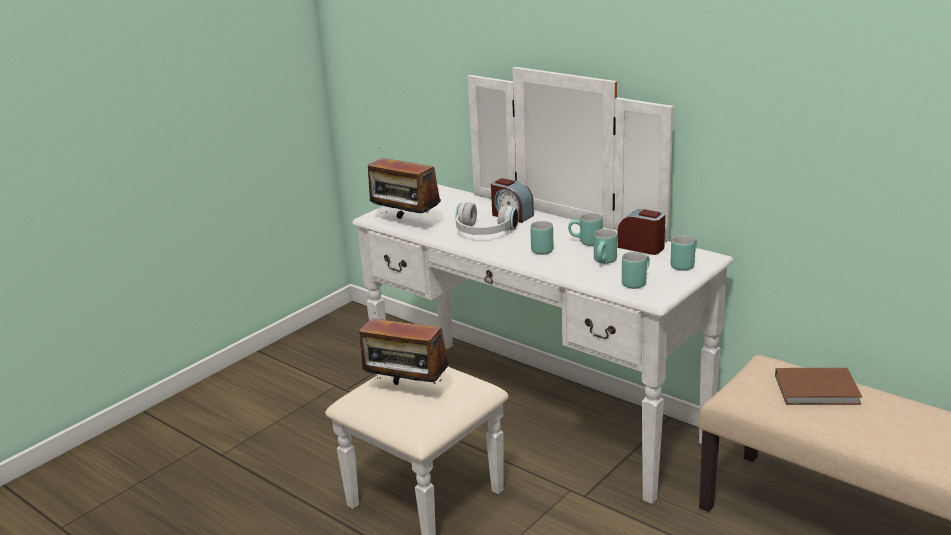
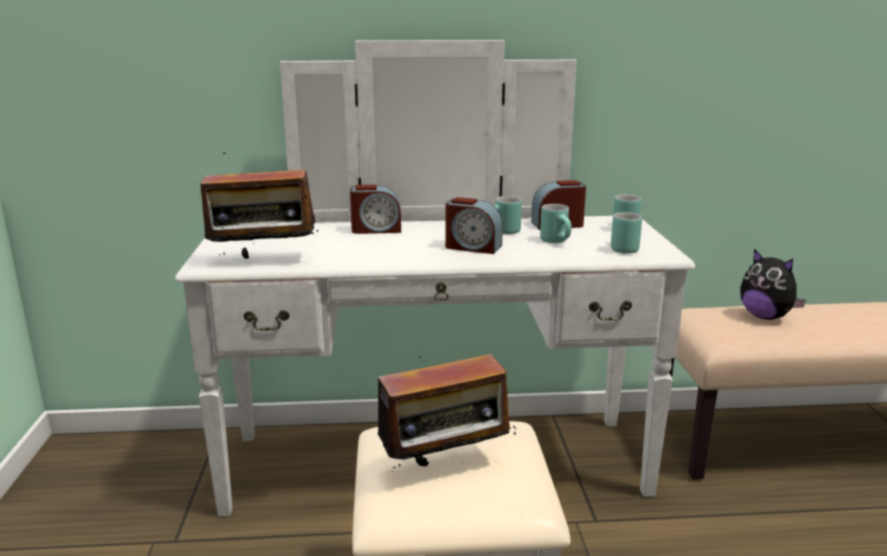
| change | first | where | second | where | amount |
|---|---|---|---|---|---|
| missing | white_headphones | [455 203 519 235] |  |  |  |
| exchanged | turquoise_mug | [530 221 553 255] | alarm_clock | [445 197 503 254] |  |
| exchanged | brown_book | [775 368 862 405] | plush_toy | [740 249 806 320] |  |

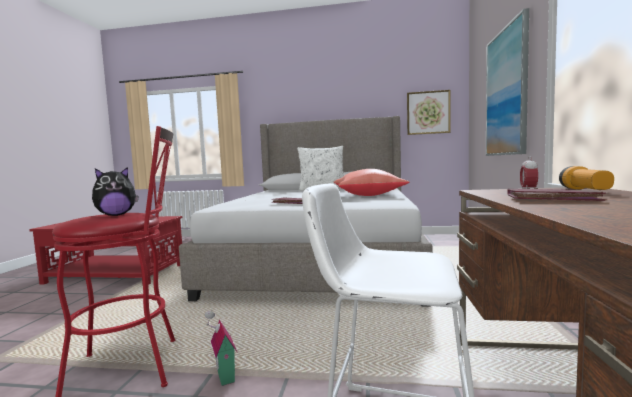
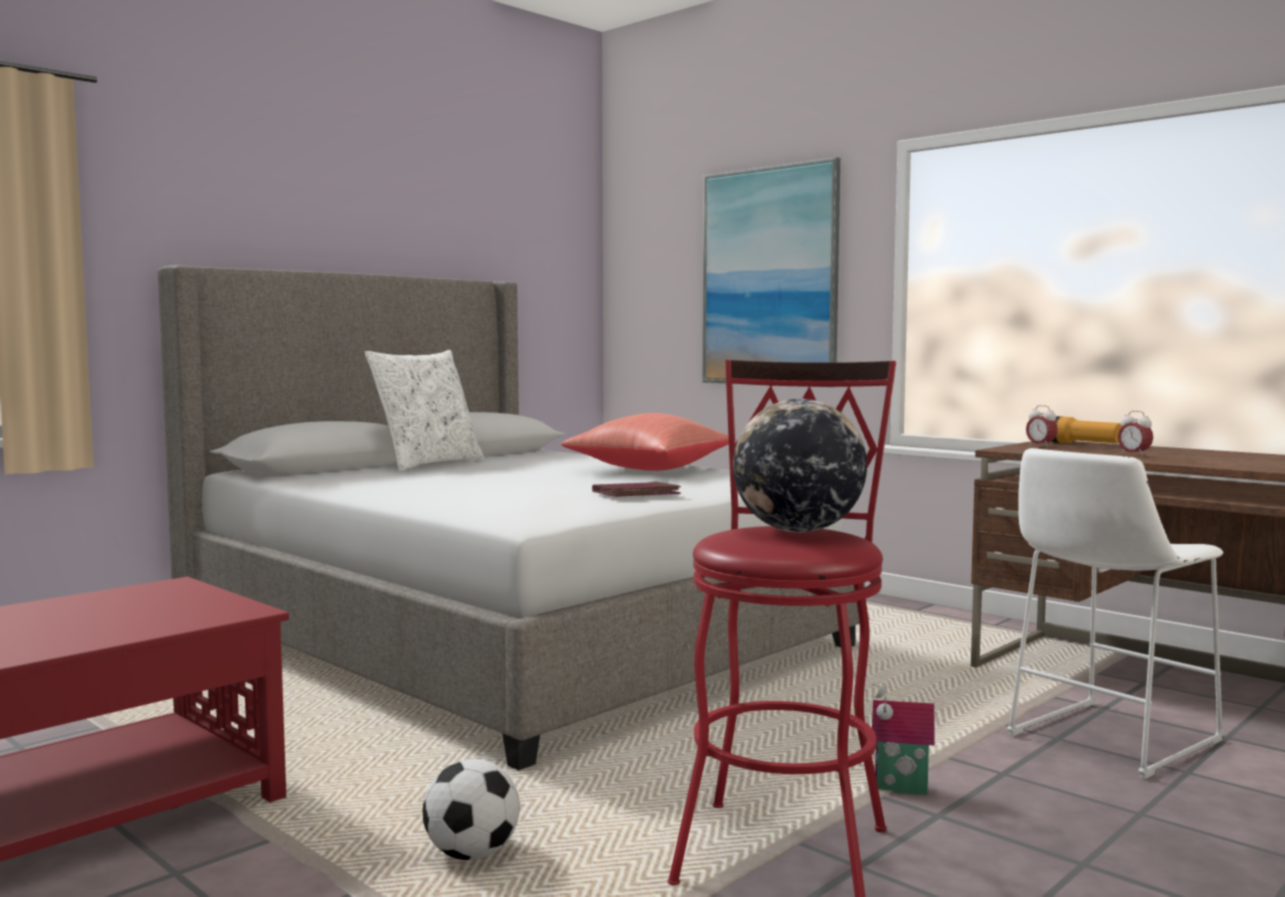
| change | first | where | second | where | amount |
|---|---|---|---|---|---|
| missing | picture | [407 90 451 135] |  |  |  |
| appeared |  |  | football | [422 759 520 860] |  |
| exchanged | plush_toy | [92 167 138 216] | globe | [733 399 867 532] |  |
| exchanged | red_book | [507 189 606 201] | alarm_clock | [1118 411 1153 457] |  |

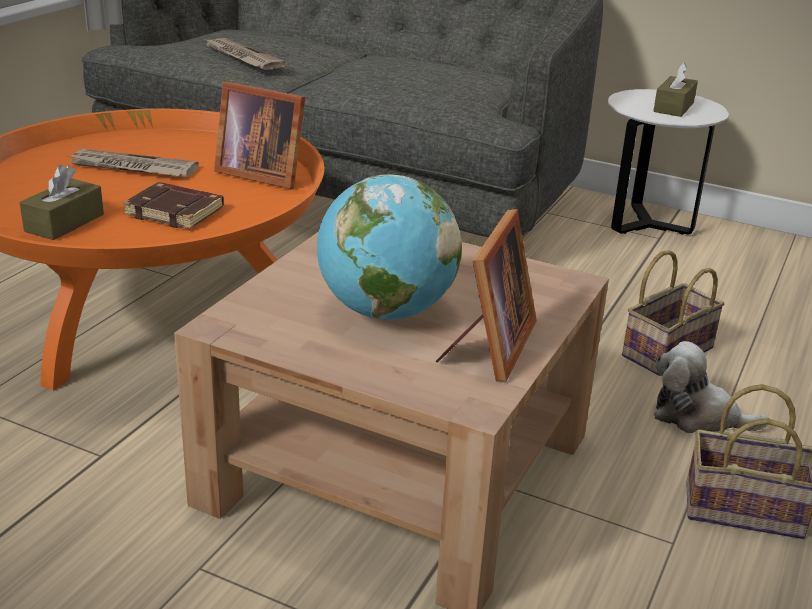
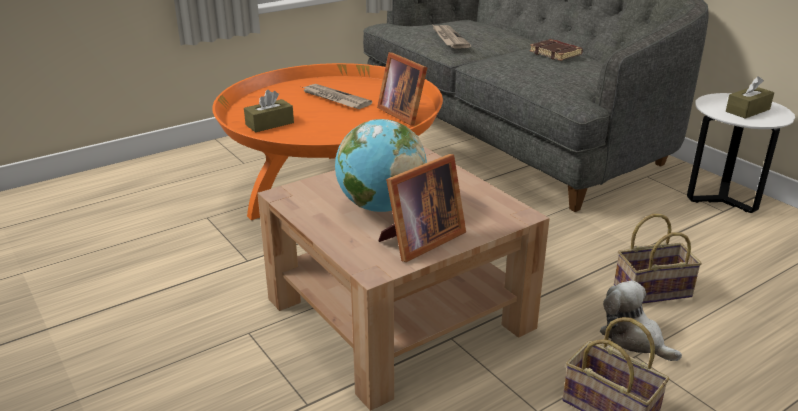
| change | first | where | second | where | amount |
|---|---|---|---|---|---|
| relocated | brown_book | [123 182 224 229] |  | [529 39 583 61] |  |

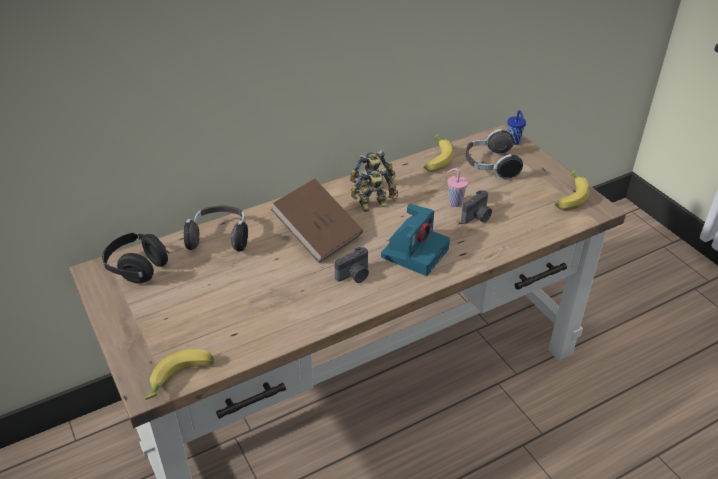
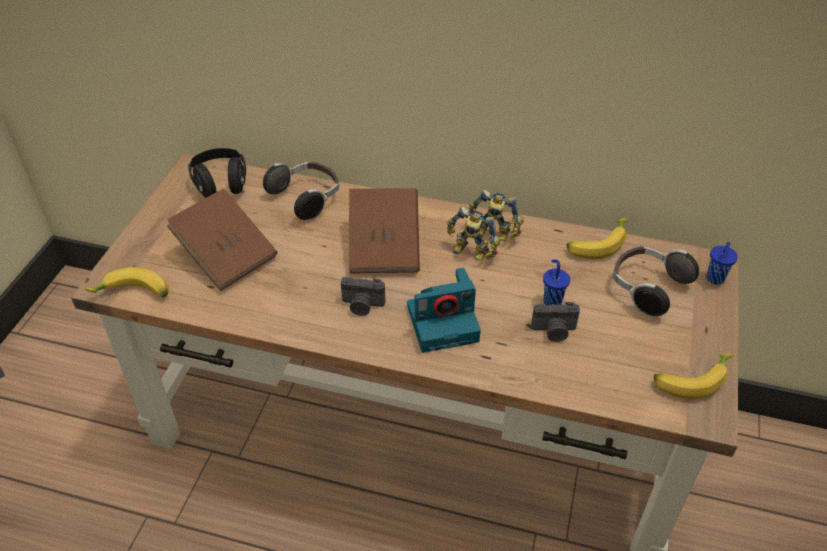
| change | first | where | second | where | amount |
|---|---|---|---|---|---|
| appeared |  |  | brown_book | [167 188 277 291] |  |
| colour | pink_cup | [447 168 468 207] | blue_cup | [543 260 570 305] |  |

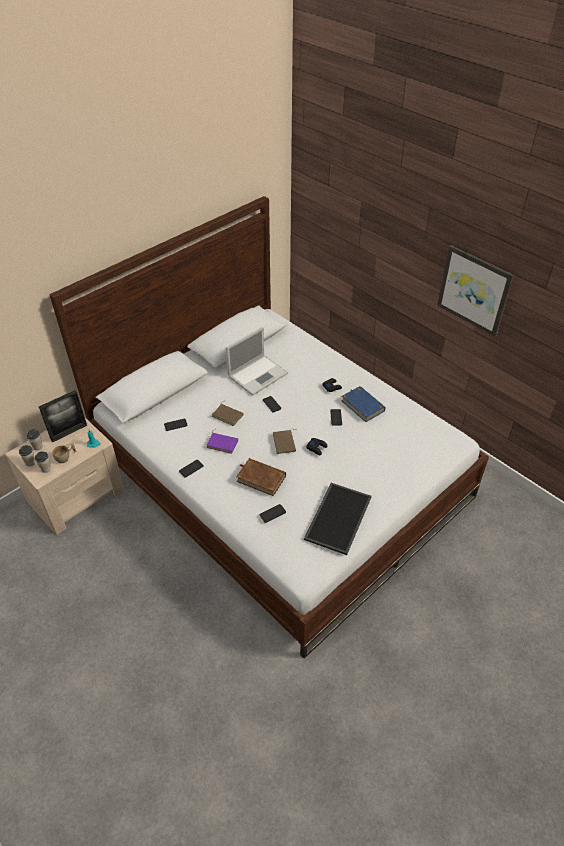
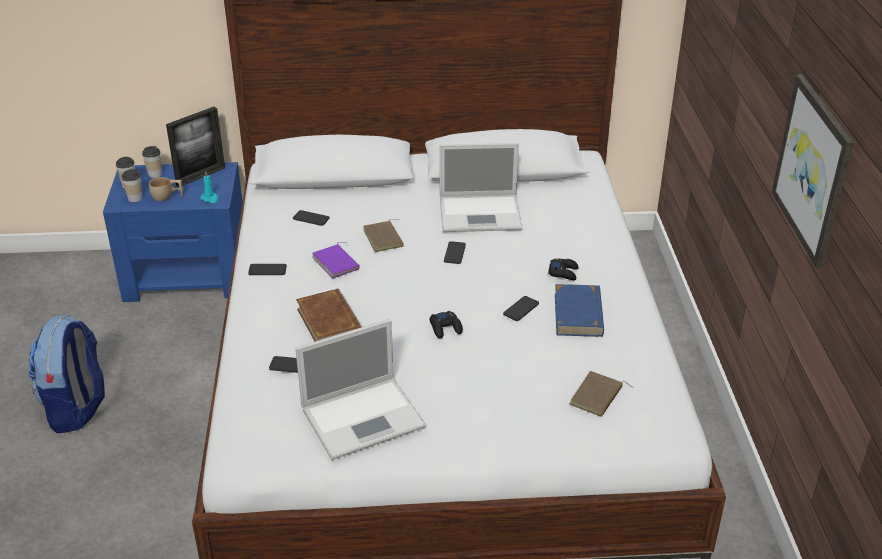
| change | first | where | second | where | amount |
|---|---|---|---|---|---|
| appeared |  |  | backpack | [28 314 105 433] |  |
| relocated | brown_book | [273 429 296 454] |  | [569 371 633 417] |  |
| exchanged | tray | [304 483 372 555] | laptop | [295 319 426 460] |  |
| colour | beige_nightstand | [5 418 125 535] | blue_nightstand | [103 162 243 302] |  |
| spun | picture_frame | [39 390 87 442] |  | [166 107 225 187] | 45 degrees counterclockwise |

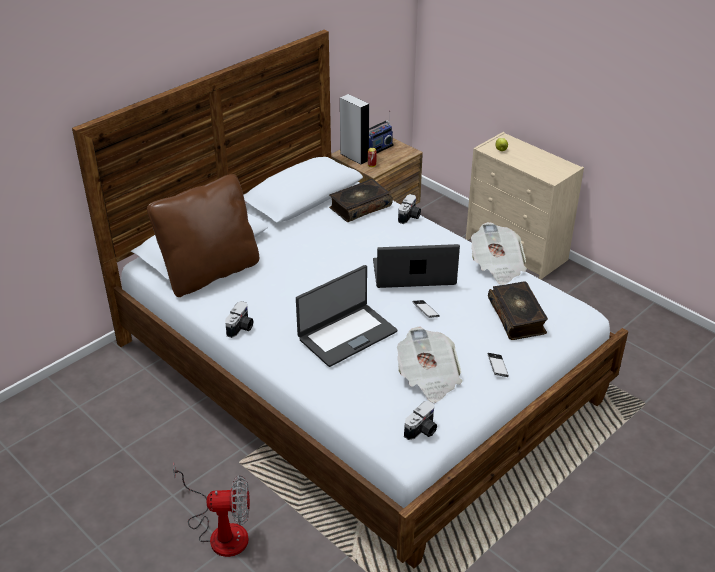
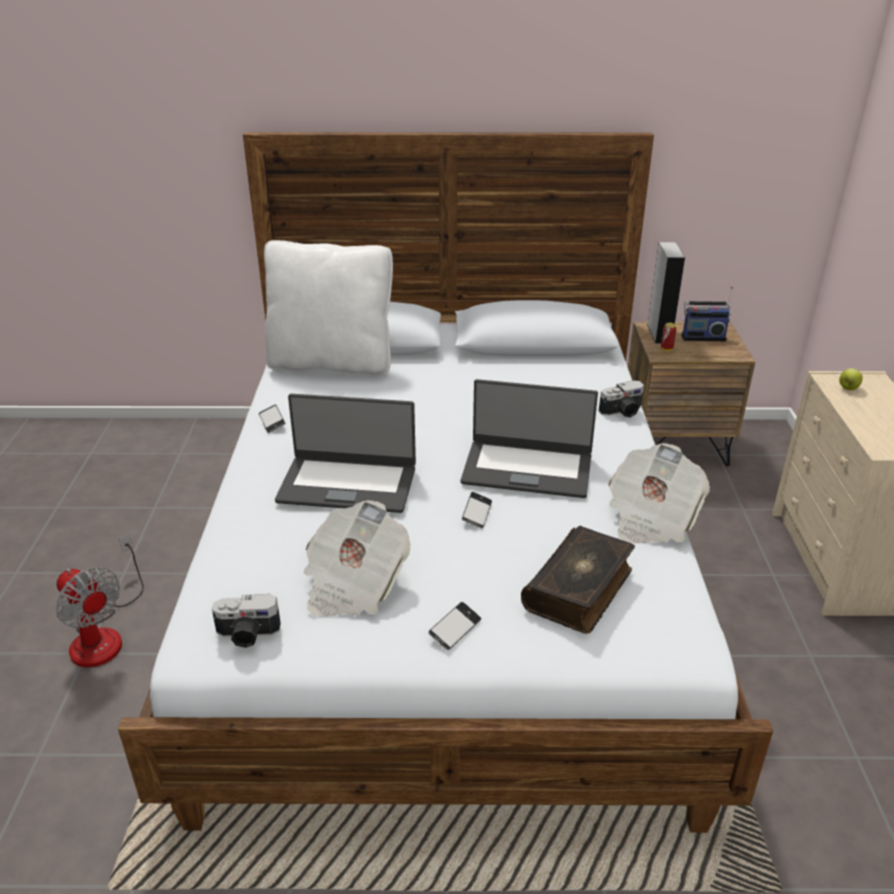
| change | first | where | second | where | amount |
|---|---|---|---|---|---|
| missing | book | [329 179 393 222] |  |  |  |
| exchanged | photo_camera | [225 301 253 338] | phone | [259 404 286 433] |  |
| colour | brown_pillow | [147 174 259 297] | white_pillow | [264 240 393 376] |  |
| spun | laptop | [373 244 460 288] |  | [461 379 598 498] | 150 degrees clockwise |

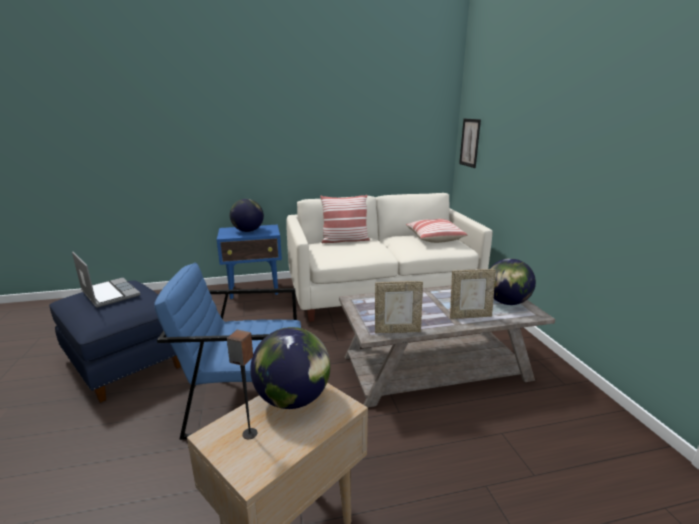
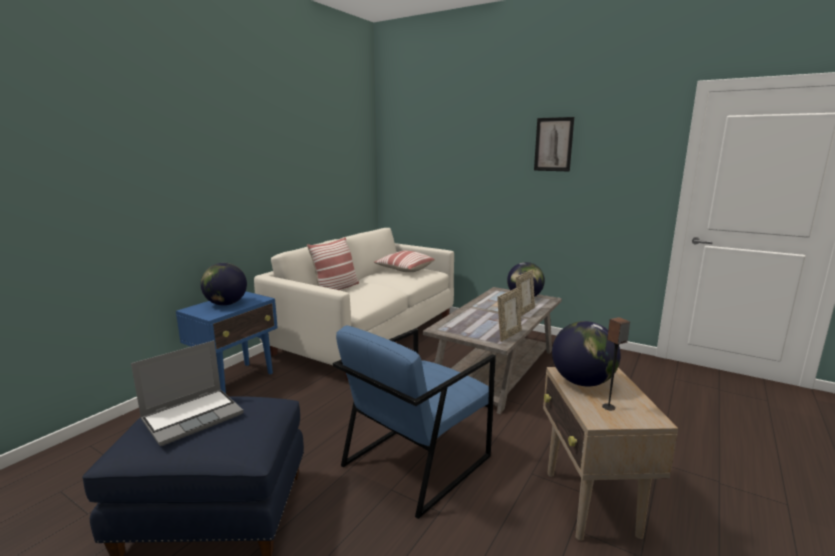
| change | first | where | second | where | amount |
|---|---|---|---|---|---|
| relocated | picture | [459 119 481 168] |  | [534 117 574 171] |  |
| spun | laptop | [72 252 140 308] |  | [131 340 243 446] | 135 degrees clockwise |

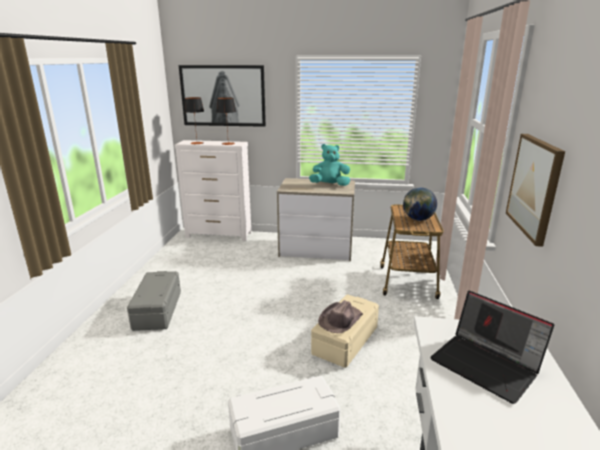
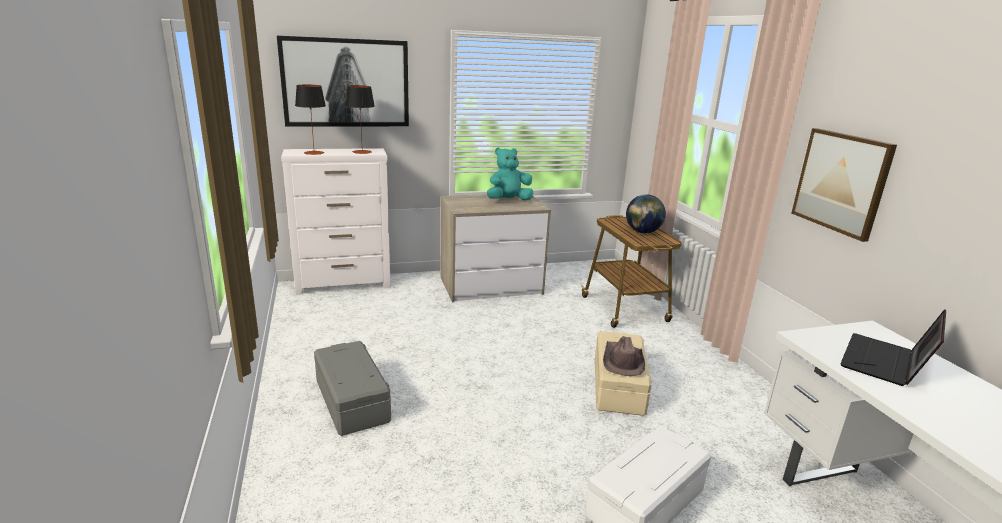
| change | first | where | second | where | amount |
|---|---|---|---|---|---|
| spun | laptop | [430 290 554 404] |  | [840 309 946 386] | 105 degrees clockwise |

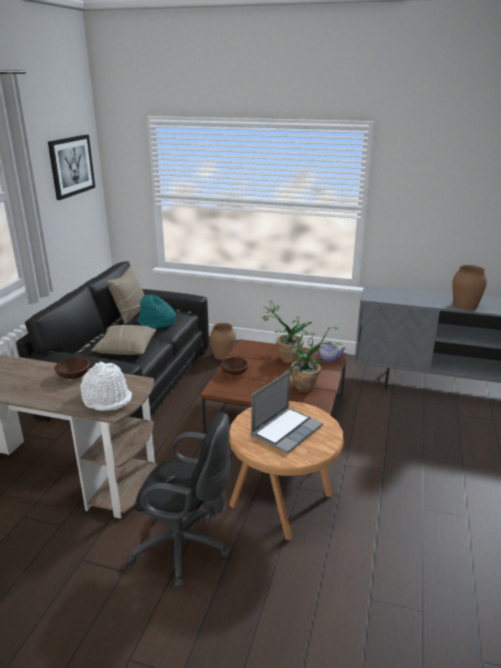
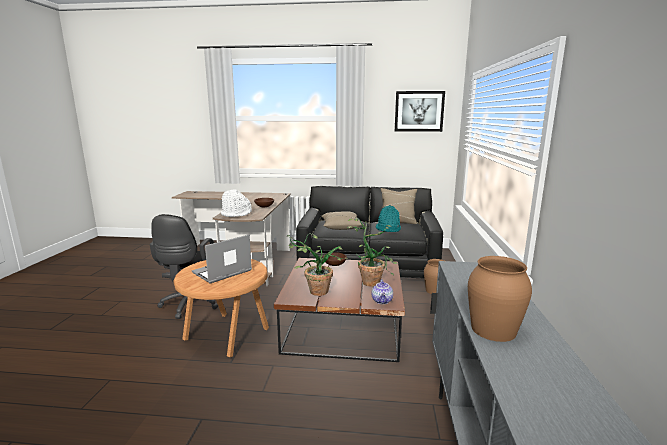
| change | first | where | second | where | amount |
|---|---|---|---|---|---|
| spun | laptop | [251 371 323 454] |  | [192 235 252 284] | 105 degrees clockwise |

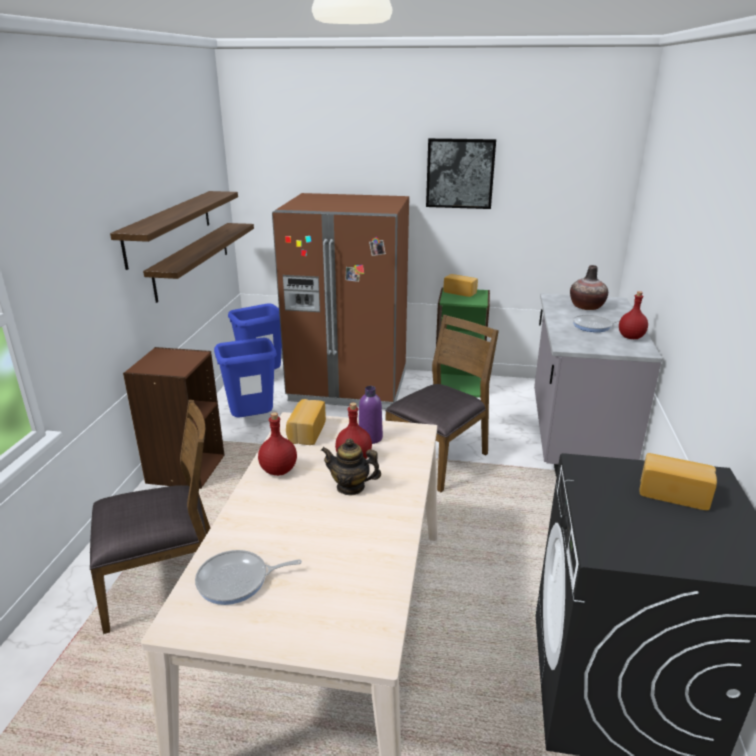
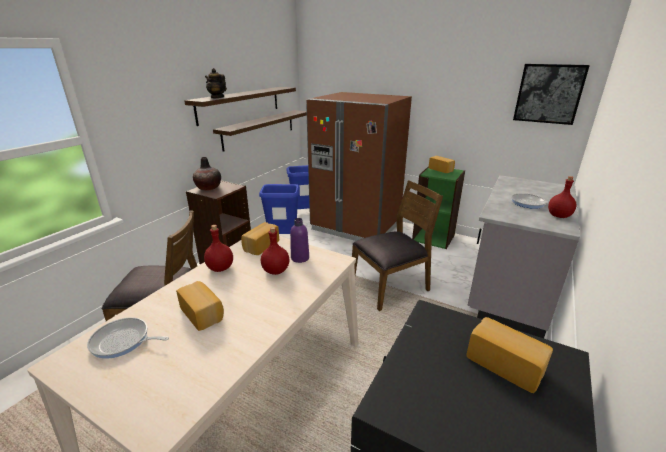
| change | first | where | second | where | amount |
|---|---|---|---|---|---|
| appeared |  |  | bread | [176 281 224 331] |  |
| relocated | teapot | [321 438 381 495] |  | [205 68 227 99] |  |
| relocated | picture | [426 138 496 209] |  | [513 64 590 125] |  |
| relocated | vase | [570 265 608 310] |  | [193 157 221 191] |  |

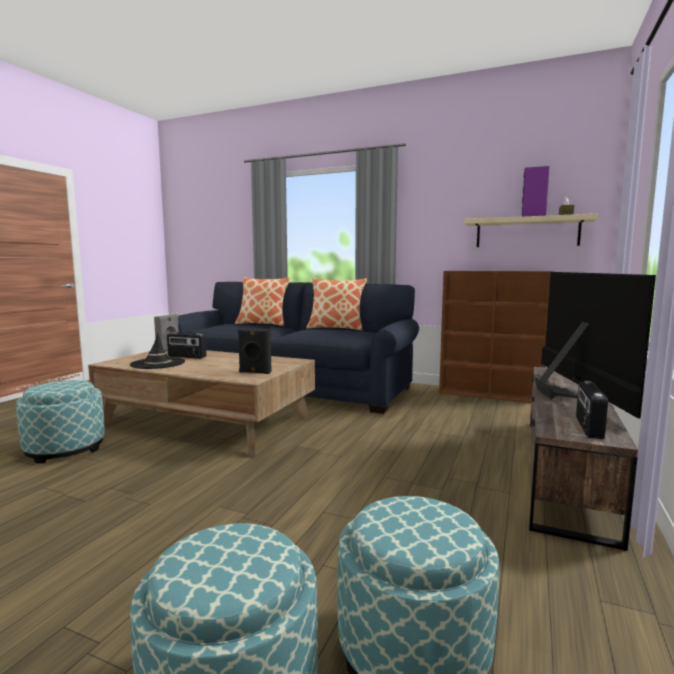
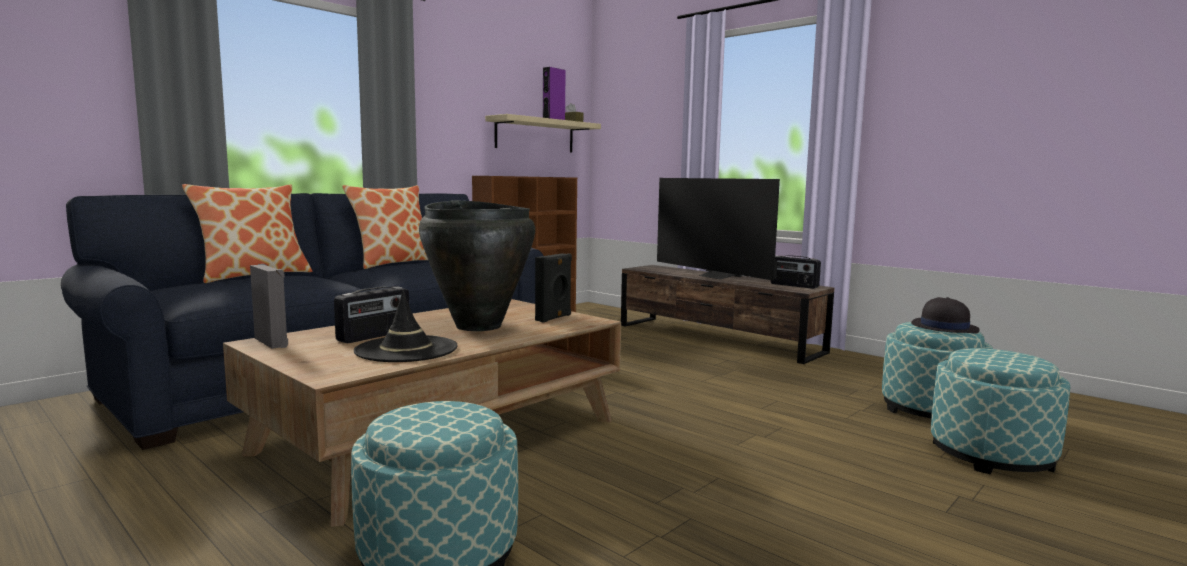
| change | first | where | second | where | amount |
|---|---|---|---|---|---|
| appeared |  |  | black_vase | [419 200 535 331] |  |
| appeared |  |  | black_hat | [911 297 980 334] |  |
| spun | television | [535 272 656 418] |  | [657 178 780 280] | 150 degrees counterclockwise |

